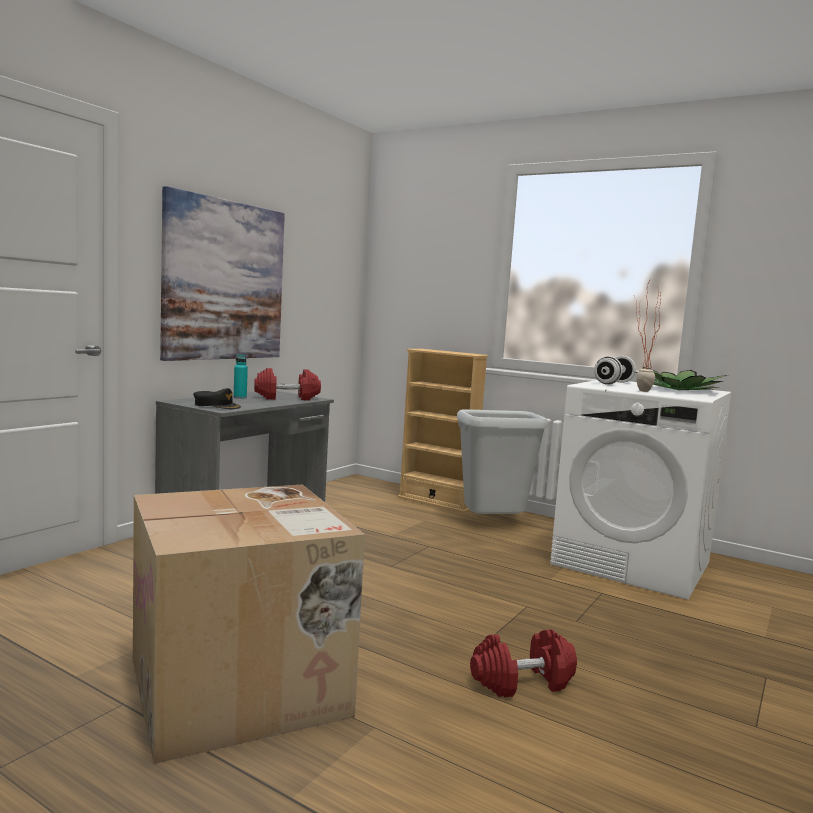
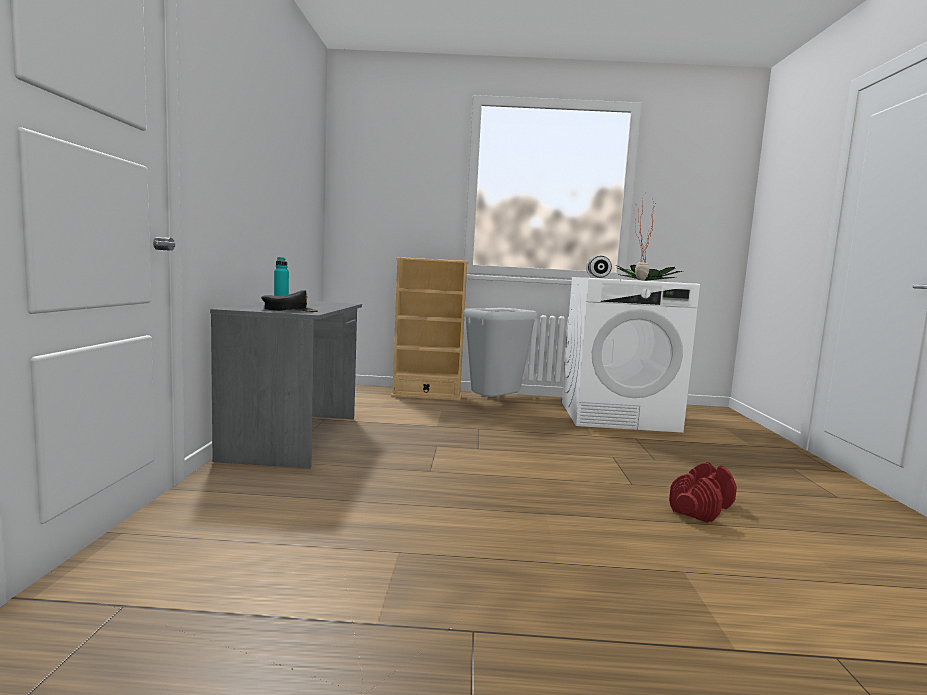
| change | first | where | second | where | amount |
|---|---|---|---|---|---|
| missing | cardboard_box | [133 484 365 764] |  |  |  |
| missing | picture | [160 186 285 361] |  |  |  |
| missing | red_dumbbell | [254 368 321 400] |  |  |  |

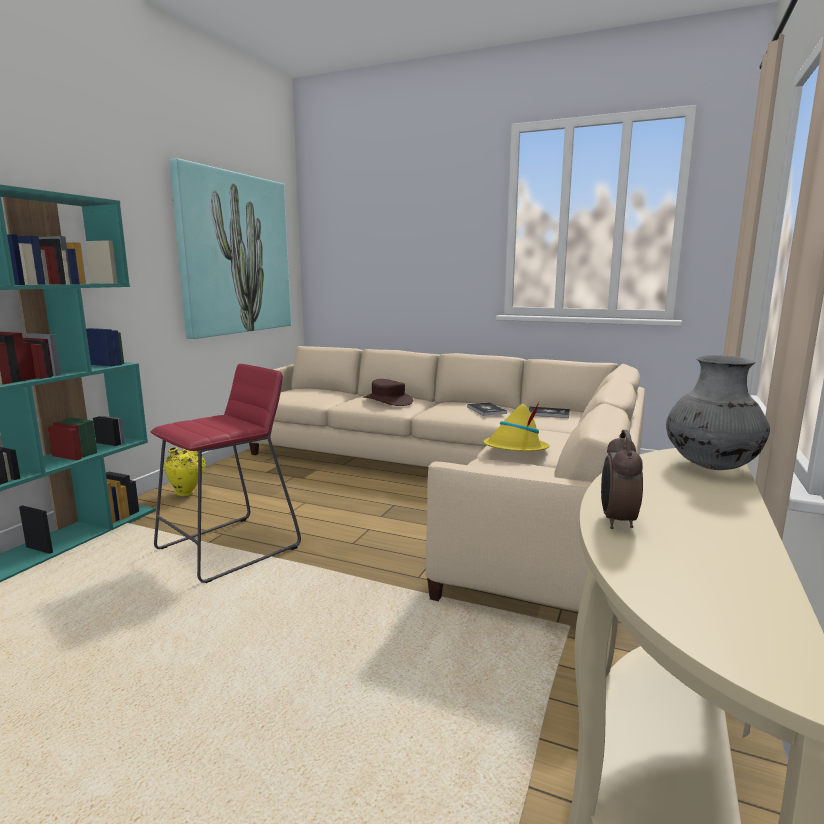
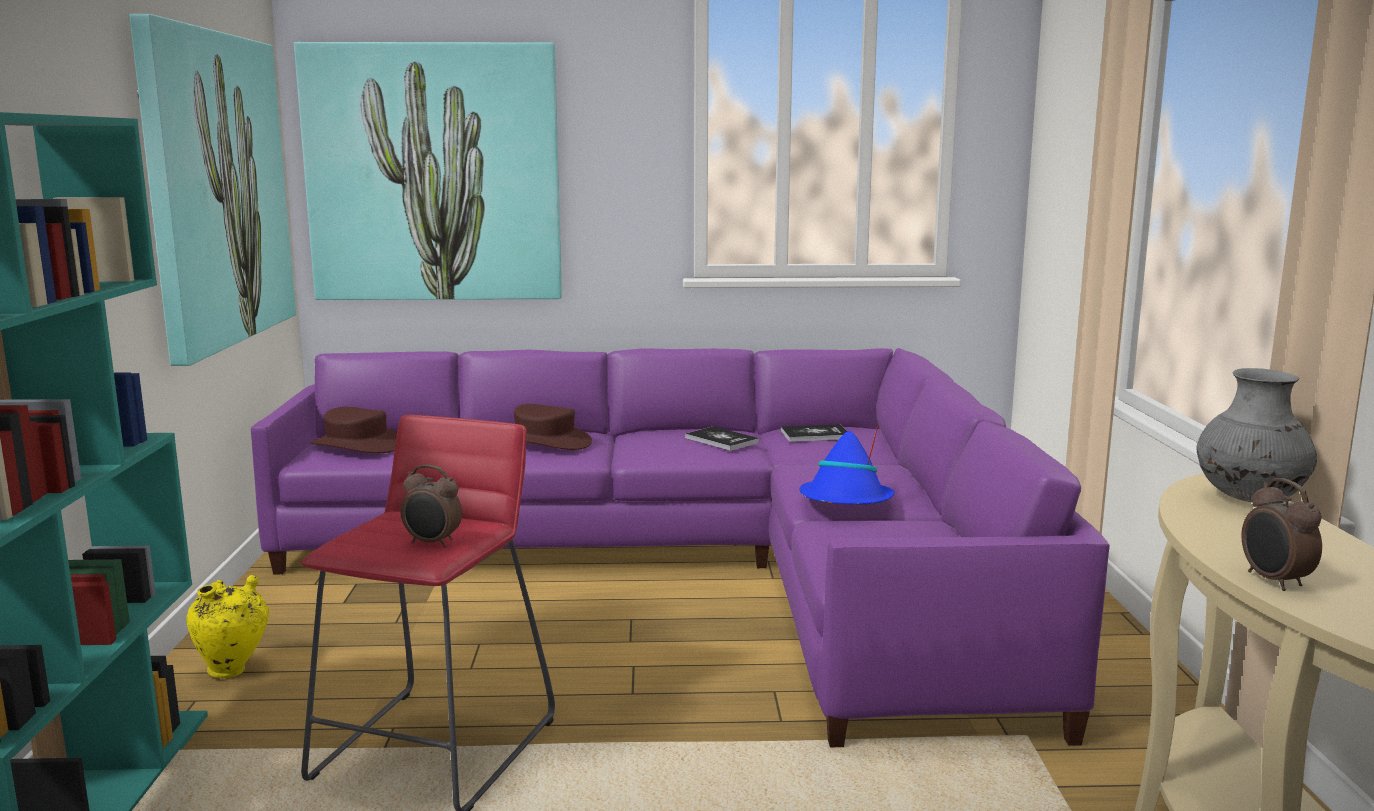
| change | first | where | second | where | amount |
|---|---|---|---|---|---|
| appeared |  |  | picture | [294 42 562 300] |  |
| appeared |  |  | brown_hat | [310 407 397 453] |  |
| appeared |  |  | alarm_clock | [401 465 462 548] |  |
| colour | beige_sofa | [249 346 645 612] | purple_sofa | [251 348 1110 747] |  |
| colour | yellow_hat | [483 402 550 451] | blue_hat | [800 425 894 504] |  |

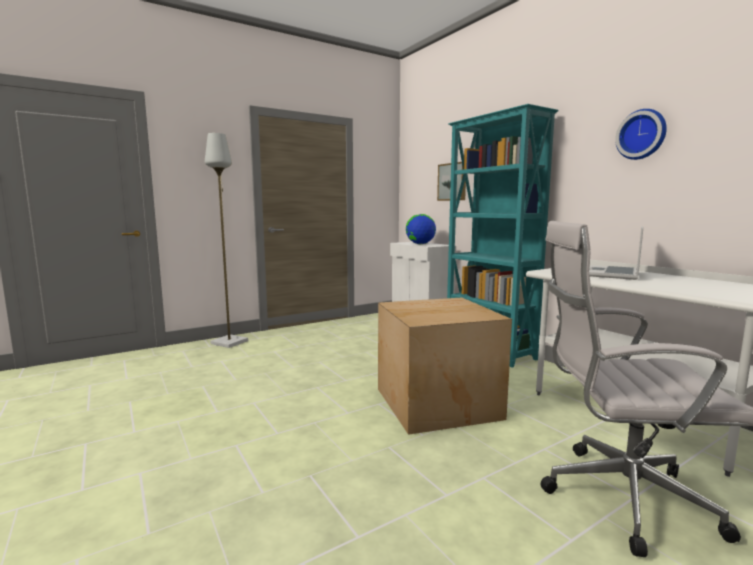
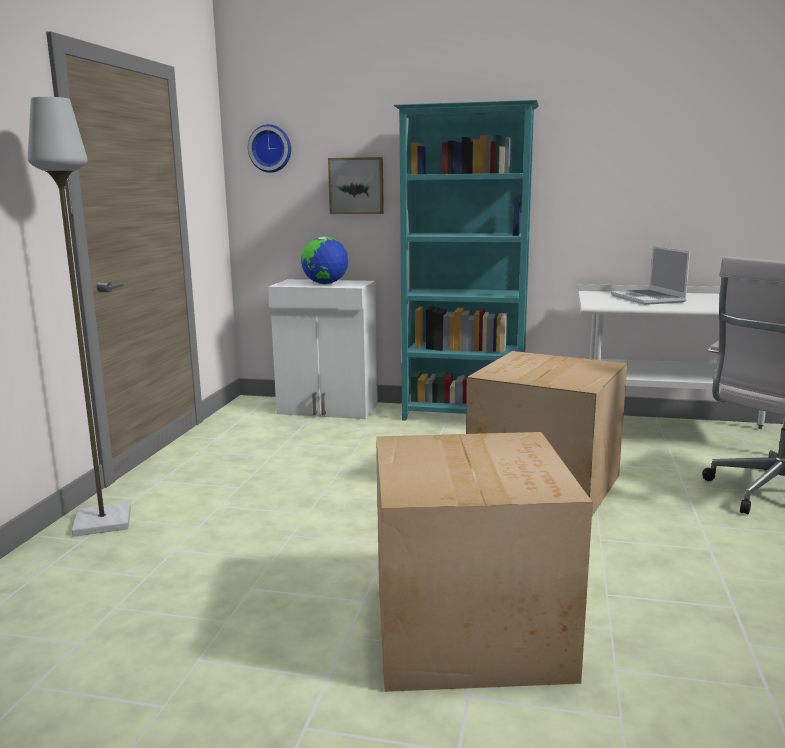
| change | first | where | second | where | amount |
|---|---|---|---|---|---|
| appeared |  |  | cardboard_box | [376 432 593 692] |  |
| relocated | wall_clock | [615 109 667 160] |  | [248 124 291 173] |  |

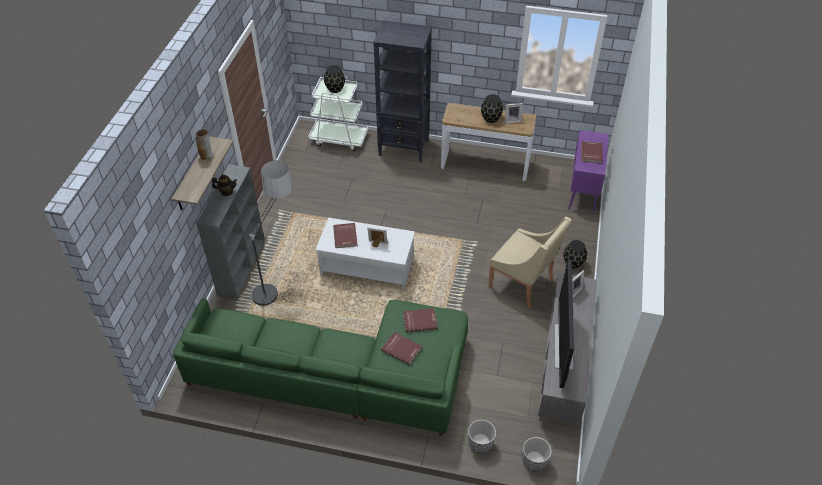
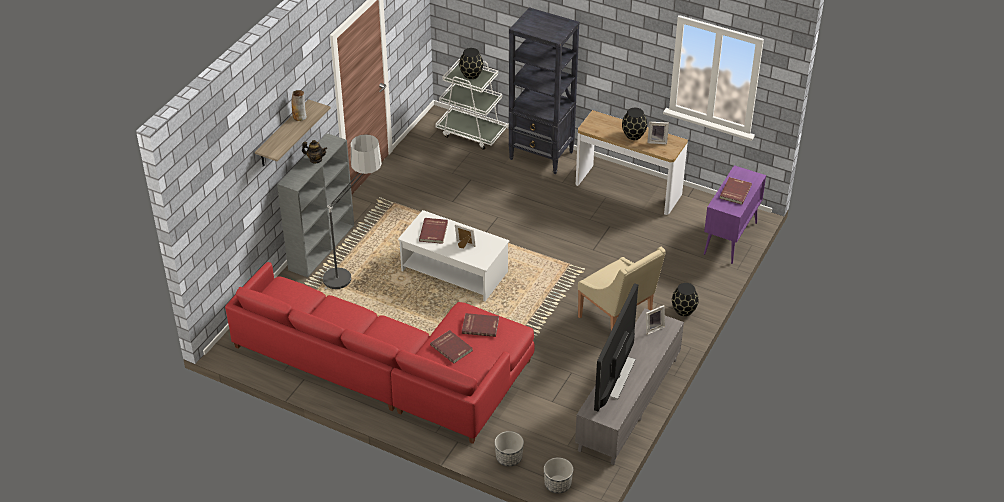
| change | first | where | second | where | amount |
|---|---|---|---|---|---|
| colour | green_sofa | [173 298 468 436] | red_sofa | [225 262 535 444] |  |

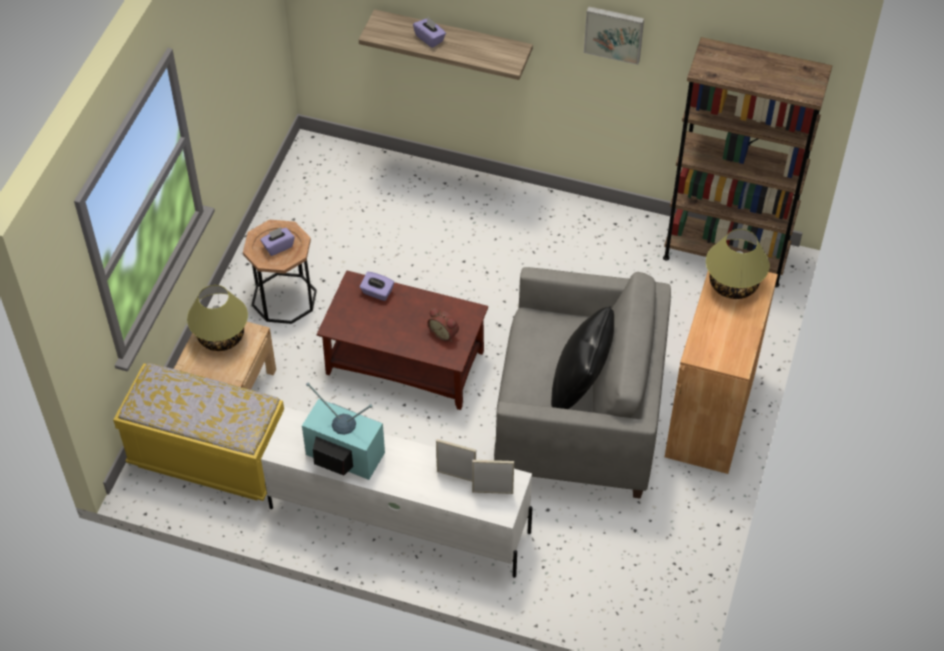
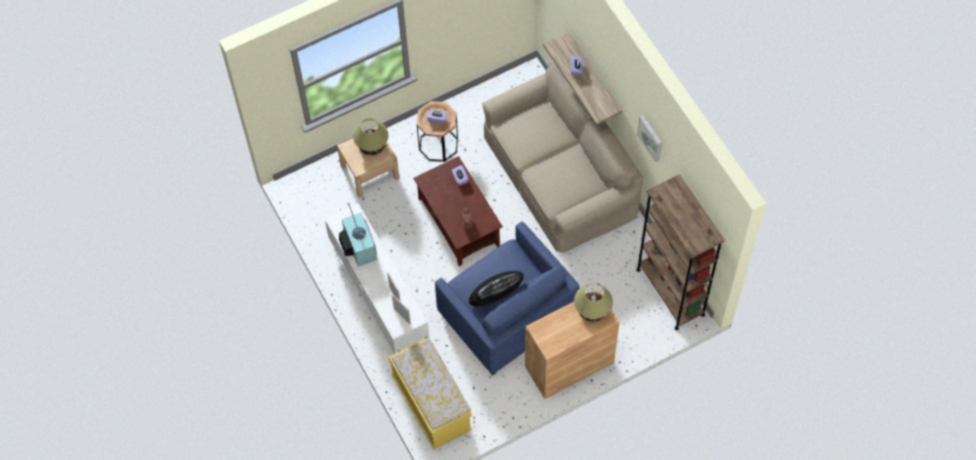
| change | first | where | second | where | amount |
|---|---|---|---|---|---|
| appeared |  |  | beige_sofa | [483 60 643 253] |  |
| relocated | yellow_bench | [113 363 284 501] |  | [389 337 472 450] |  |
| colour | grey_armchair | [494 267 671 498] | blue_armchair | [435 221 579 376] |  |

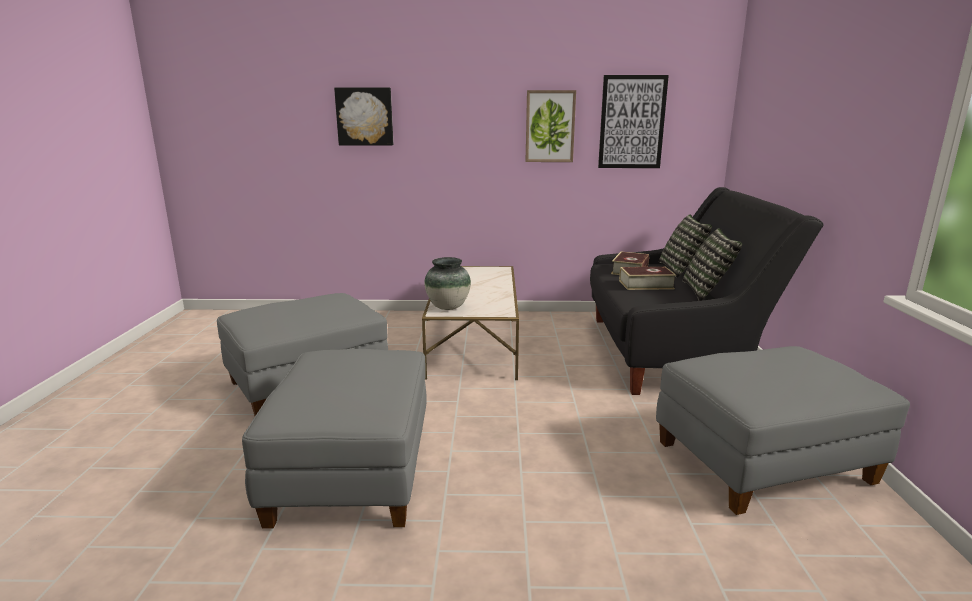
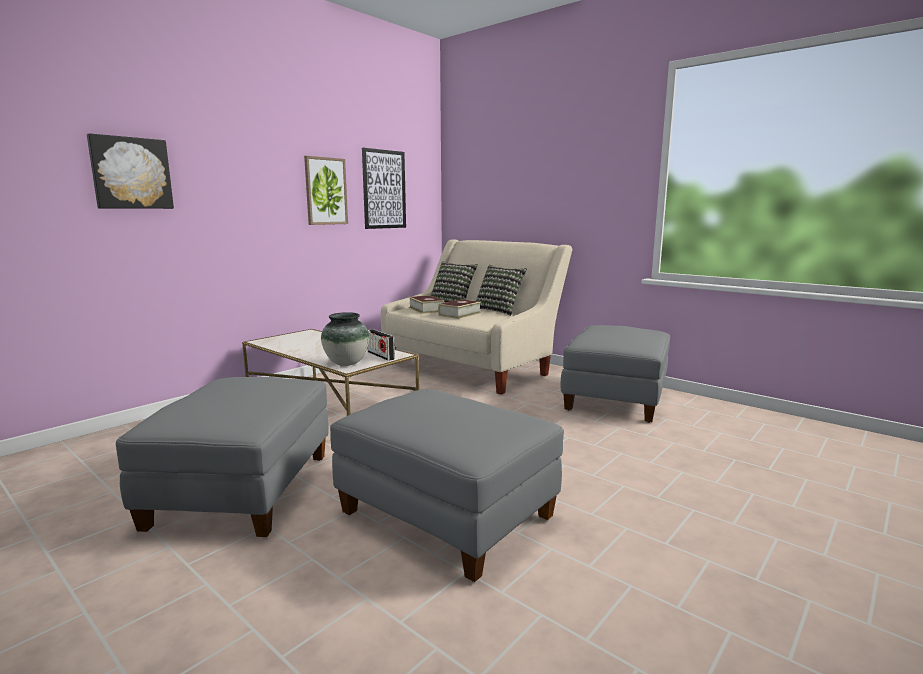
| change | first | where | second | where | amount |
|---|---|---|---|---|---|
| appeared |  |  | radio | [368 329 395 361] |  |
| colour | black_sofa | [590 187 824 395] | beige_sofa | [381 239 572 395] |  |

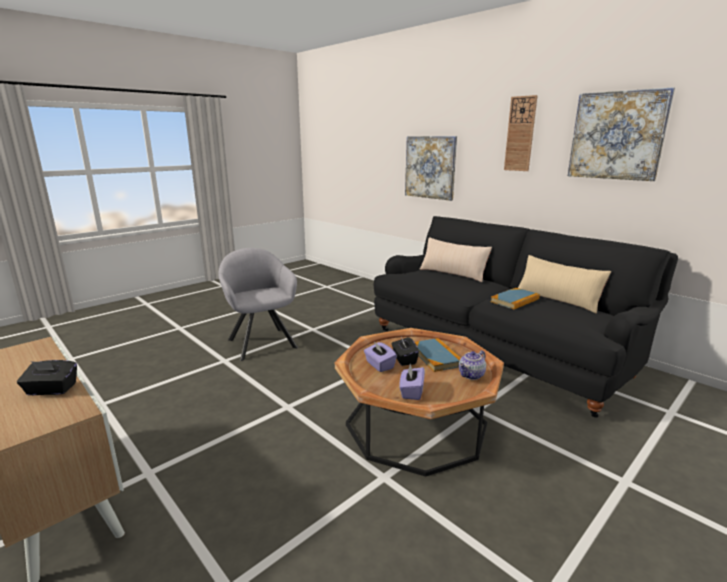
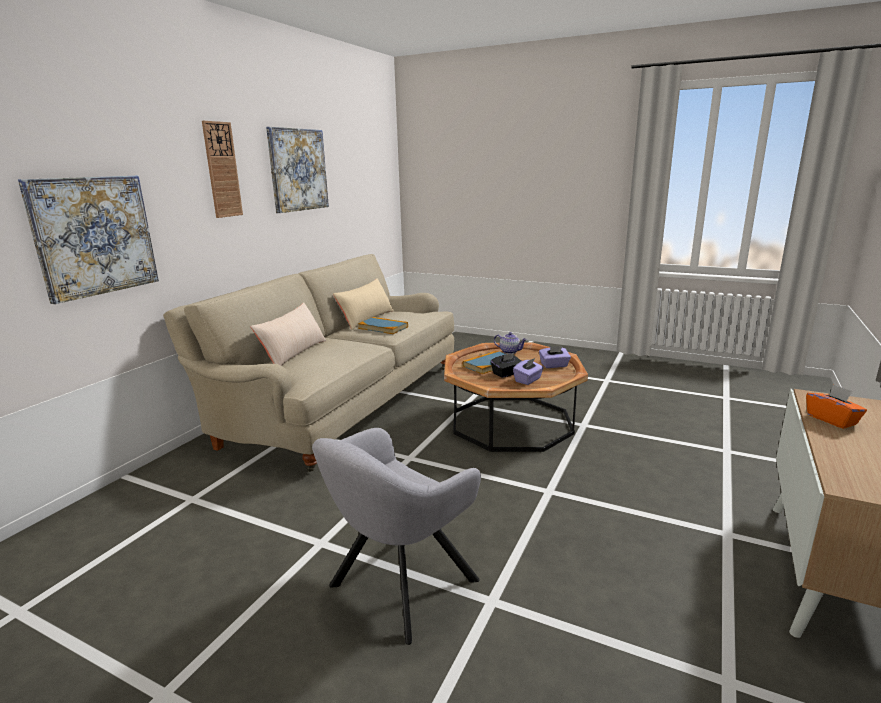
| change | first | where | second | where | amount |
|---|---|---|---|---|---|
| colour | black_tissue_box | [17 360 77 395] | orange_tissue_box | [806 384 867 429] |  |
| colour | black_sofa | [373 216 678 418] | beige_sofa | [163 254 454 472] |  |

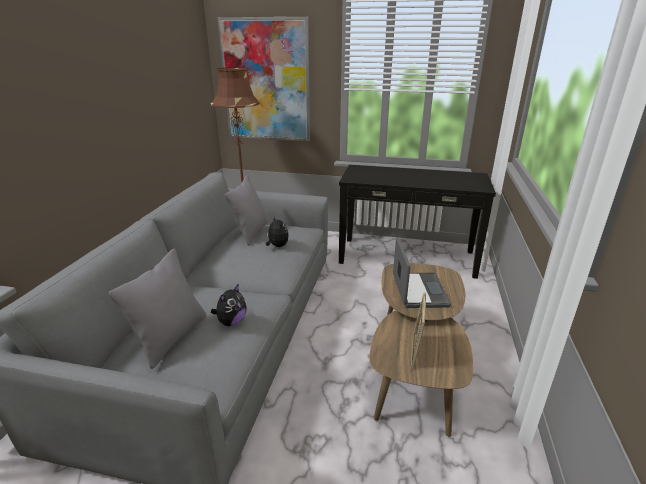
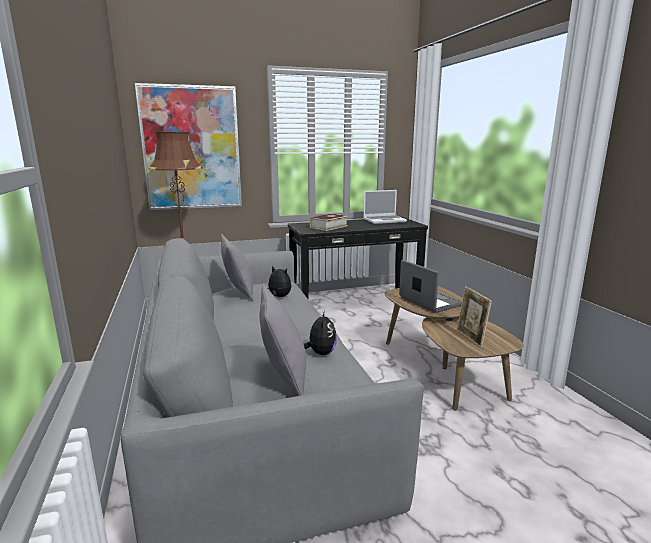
| change | first | where | second | where | amount |
|---|---|---|---|---|---|
| appeared |  |  | book | [310 214 348 231] |  |
| appeared |  |  | laptop | [363 190 407 224] |  |

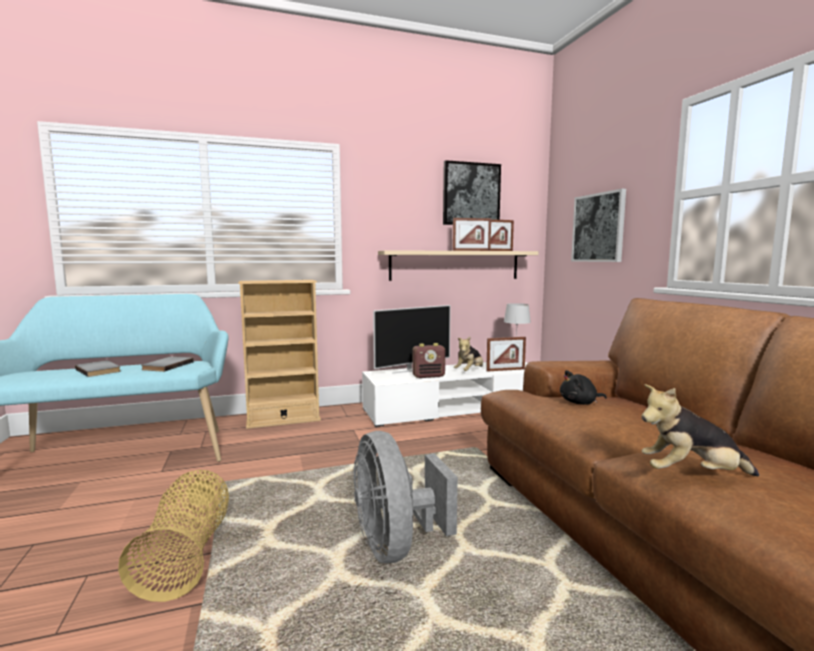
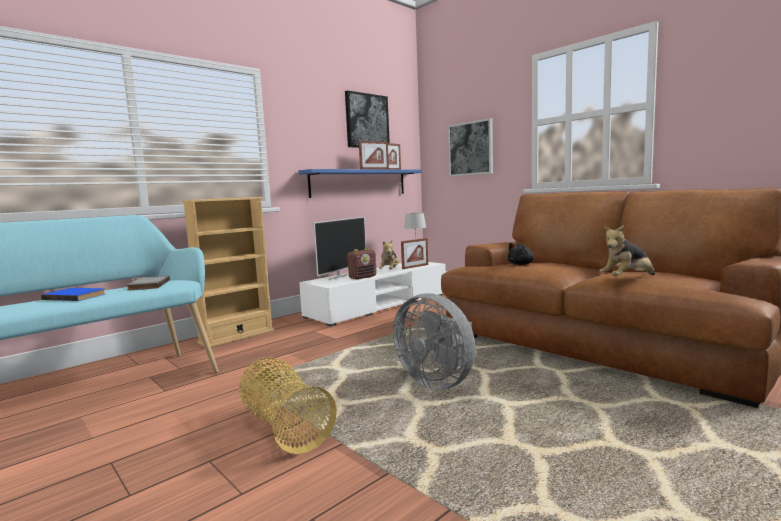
| change | first | where | second | where | amount |
|---|---|---|---|---|---|
| colour | grey_book | [75 360 121 377] | blue_book | [41 288 105 301] |  |
| colour | beige_shelf | [378 250 539 281] | blue_shelf | [298 169 422 198] |  |

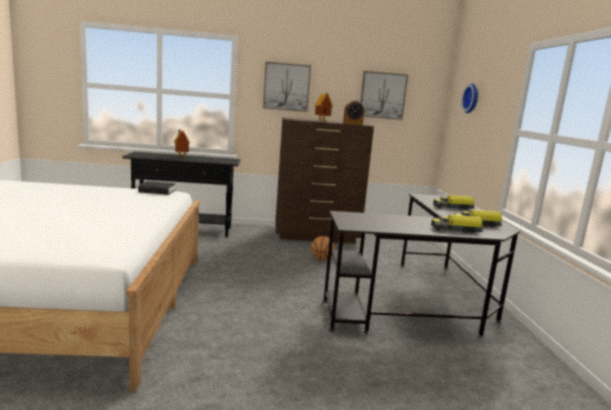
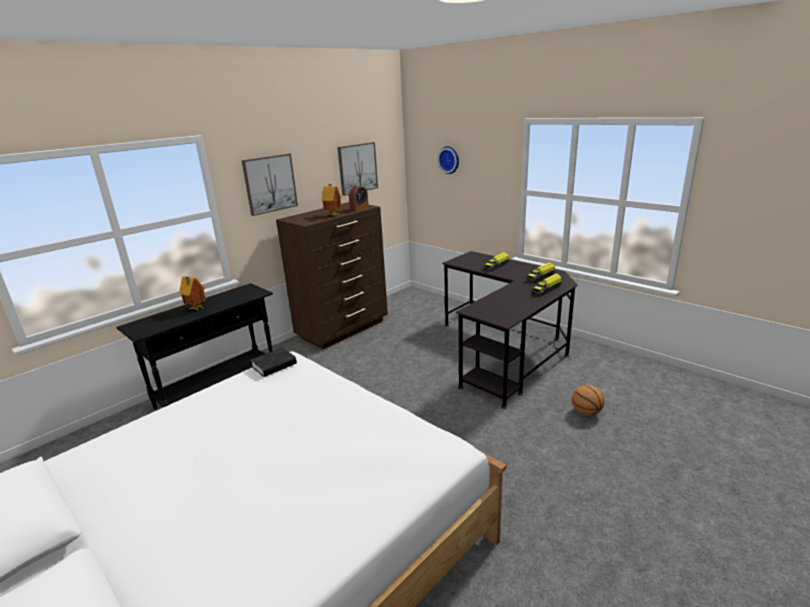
| change | first | where | second | where | amount |
|---|---|---|---|---|---|
| relocated | basketball | [311 236 335 260] |  | [572 385 604 416] |  |

